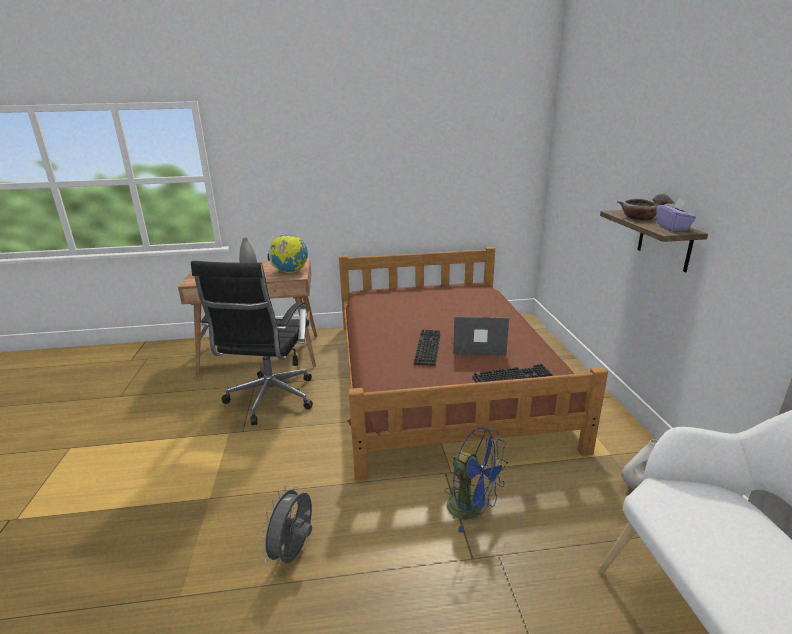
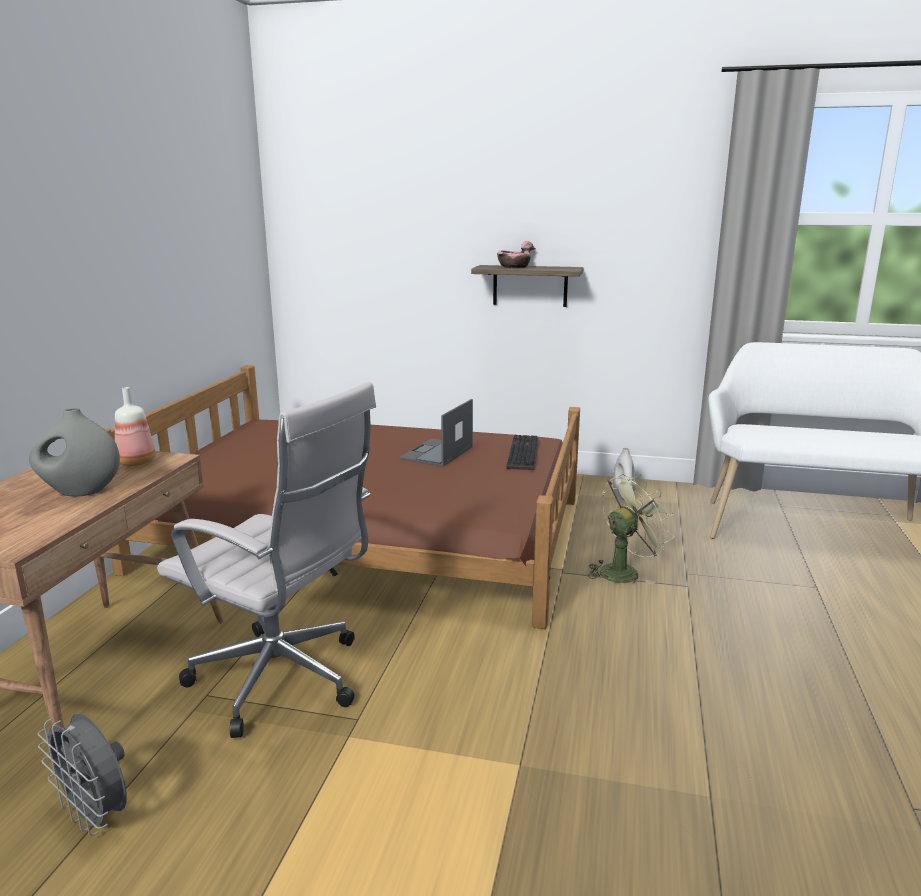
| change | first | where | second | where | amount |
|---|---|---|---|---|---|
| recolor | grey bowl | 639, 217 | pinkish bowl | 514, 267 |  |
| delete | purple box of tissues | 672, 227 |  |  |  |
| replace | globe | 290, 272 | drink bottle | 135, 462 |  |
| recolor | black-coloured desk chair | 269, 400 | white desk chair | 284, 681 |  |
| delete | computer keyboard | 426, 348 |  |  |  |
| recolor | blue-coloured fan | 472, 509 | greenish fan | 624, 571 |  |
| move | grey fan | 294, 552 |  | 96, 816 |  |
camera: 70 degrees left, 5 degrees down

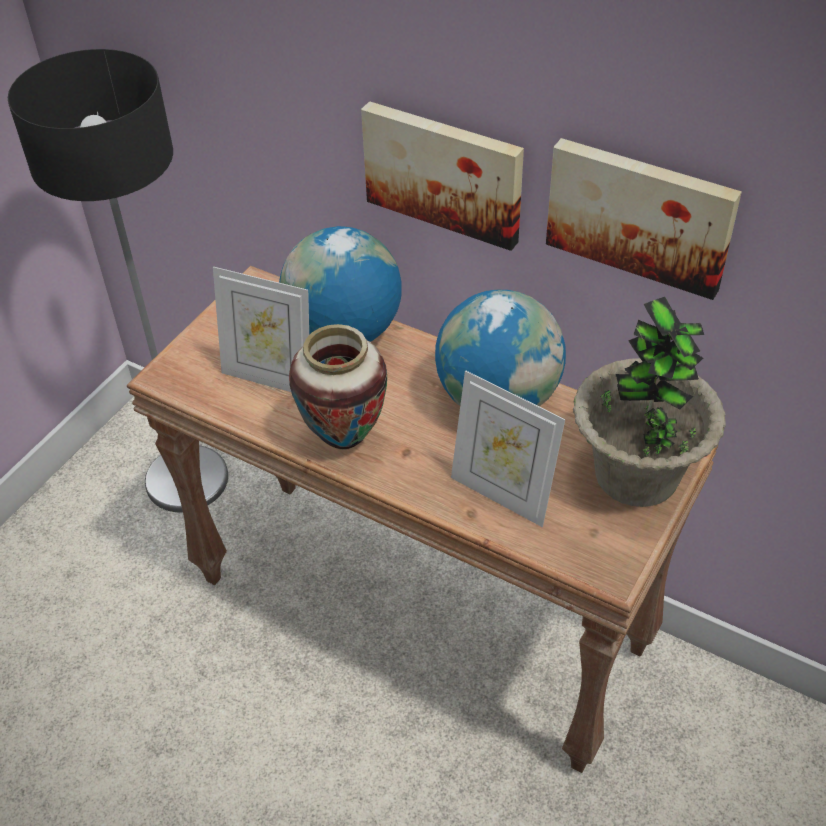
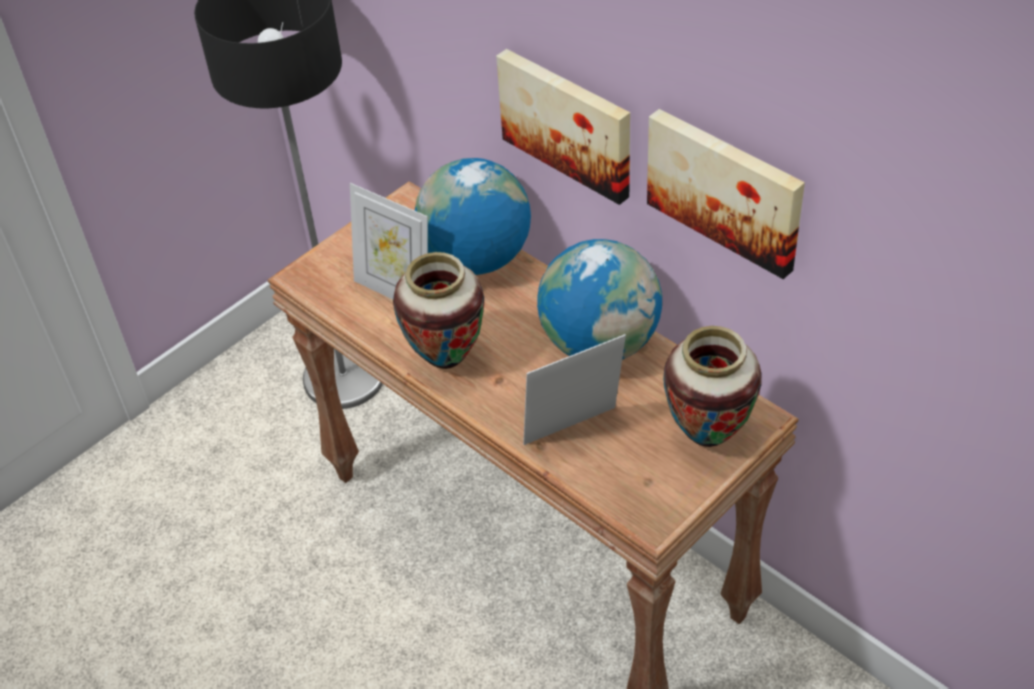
| change | first | where | second | where | amount |
|---|---|---|---|---|---|
| replace | houseplant | 636, 475 | vase | 707, 435 |  |
| rotate | photo frame | 502, 494 |  | 574, 433 | 105 degrees clockwise |
camera: 15 degrees right, 0 degrees up

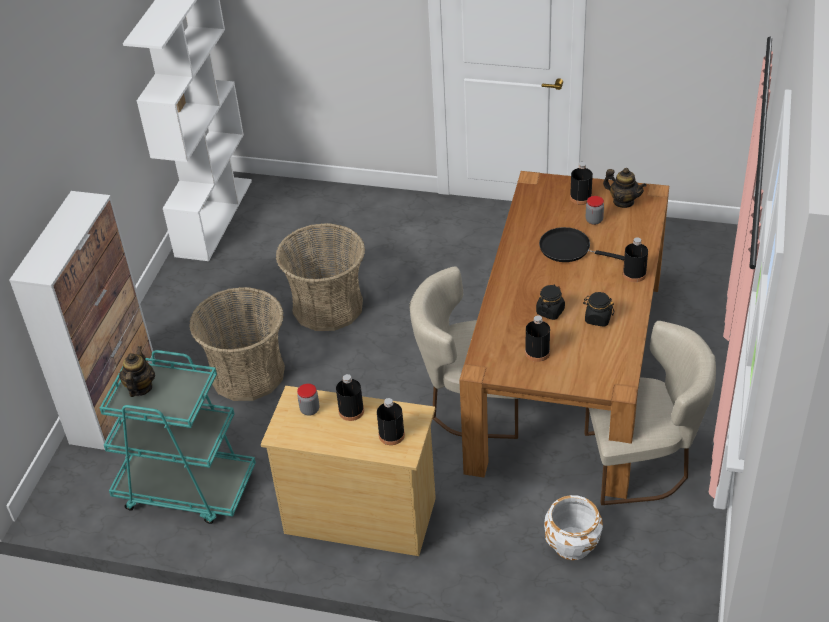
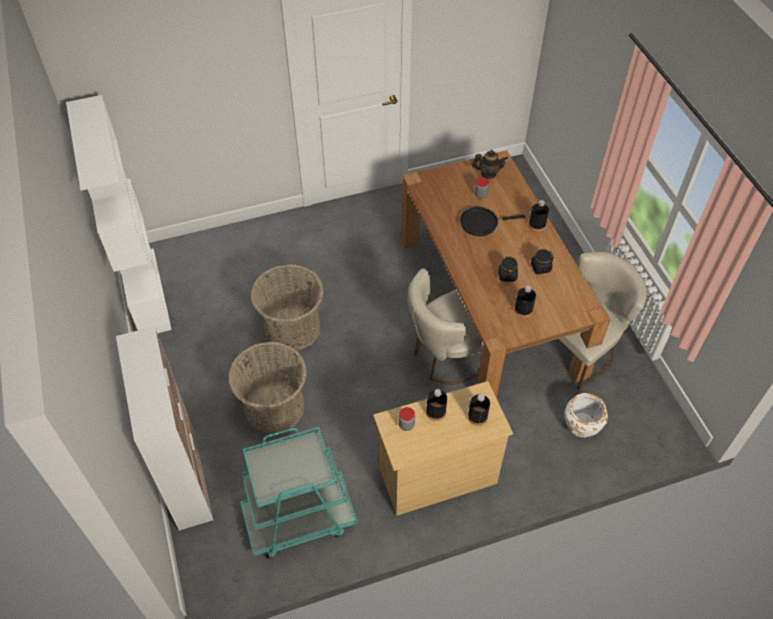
| change | first | where | second | where | amount |
|---|---|---|---|---|---|
| delete | black-coloured drink bottle | 580, 197 |  |  |  |
| delete | tea pot | 140, 388 |  |  |  |
camera: 35 degrees left, 10 degrees up

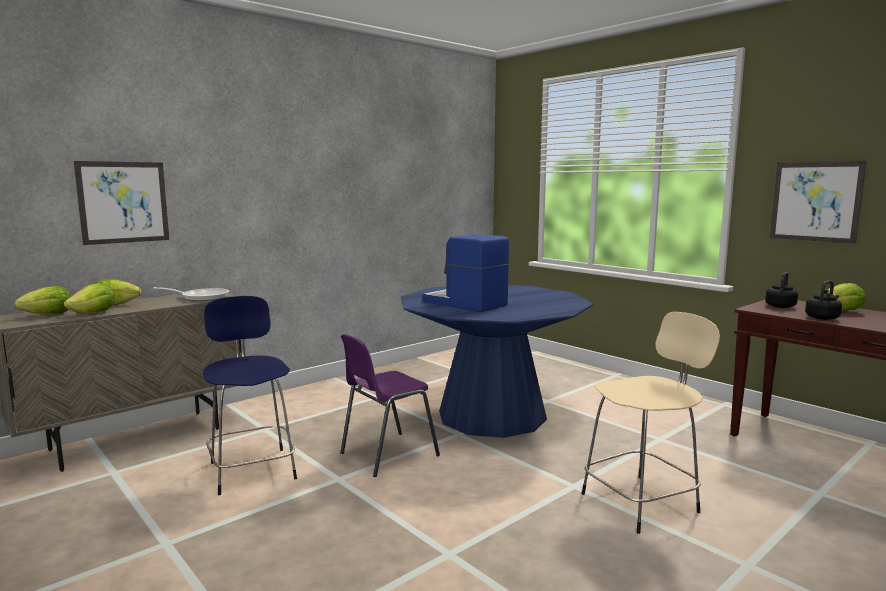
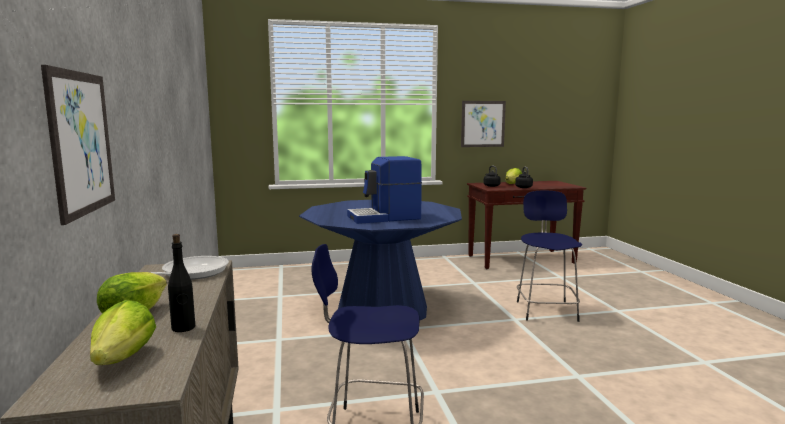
| change | first | where | second | where | amount |
|---|---|---|---|---|---|
| replace | lettuce head | 94, 314 | black-coloured drink bottle | 183, 328 |  |
| recolor | sand-coloured stool seat | 642, 502 | blue-coloured stool seat | 546, 310 |  |
| delete | purple upright chair | 386, 455 |  |  |  |
camera: 60 degrees left, 0 degrees up

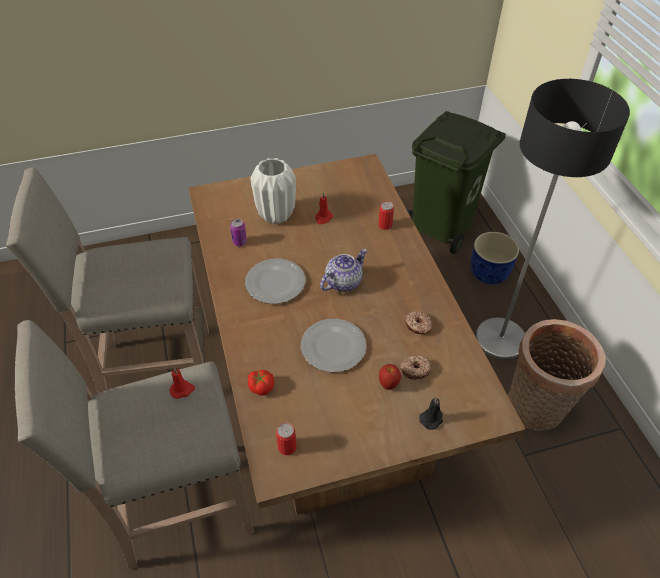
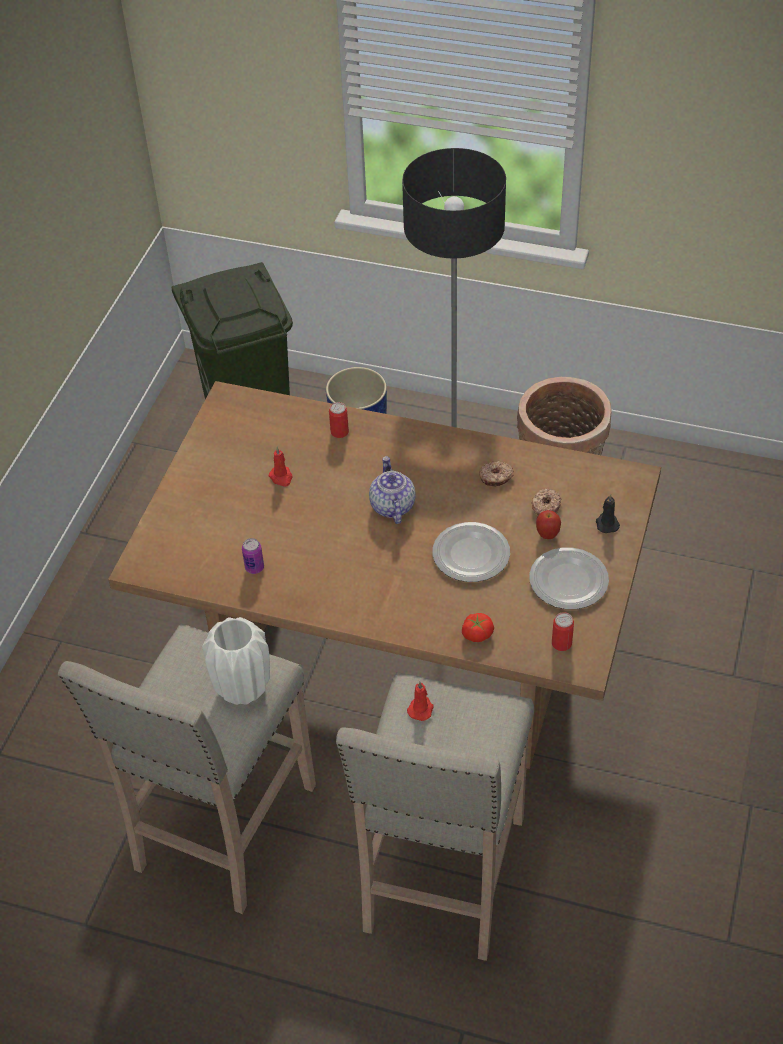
| change | first | where | second | where | amount |
|---|---|---|---|---|---|
| move | white vase | 275, 215 |  | 242, 689 |  |
| move | dinner plate | 275, 283 |  | 569, 581 |  |
camera: 55 degrees left, 0 degrees up

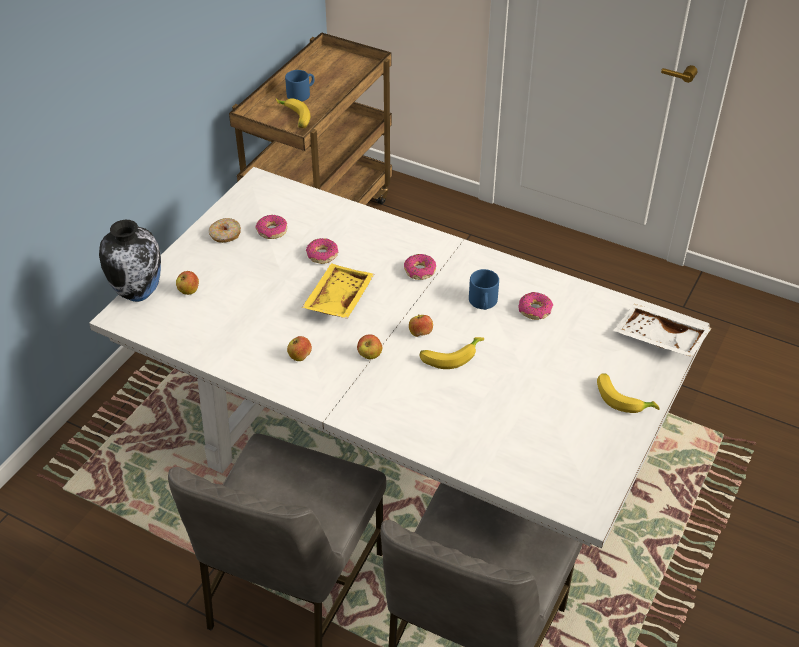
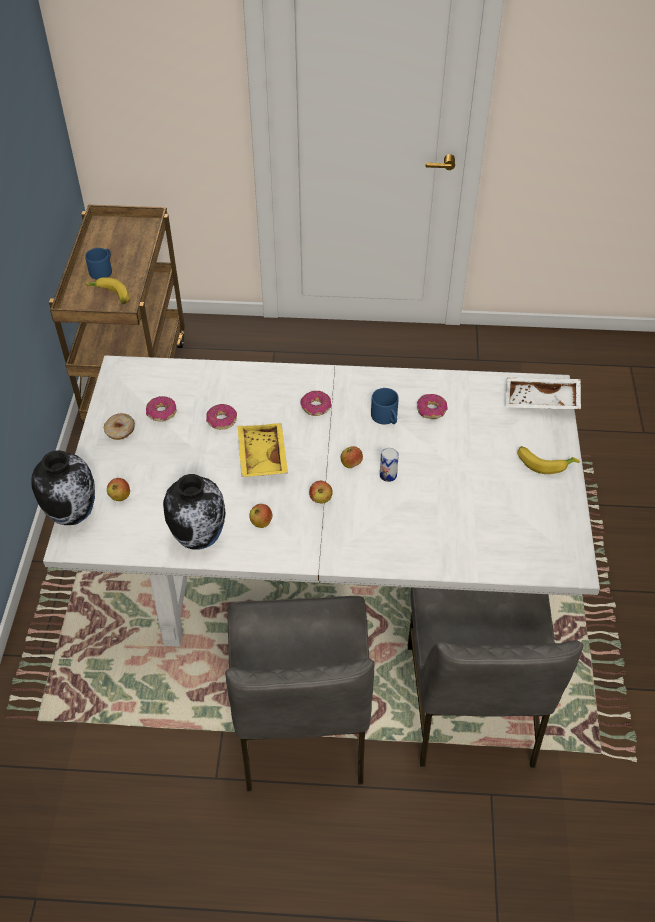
| change | first | where | second | where | amount |
|---|---|---|---|---|---|
| replace | banana fruit | 450, 356 | can | 388, 475 |  |
| insert |  |  | vase | 200, 539 |  |
camera: 25 degrees left, 5 degrees up

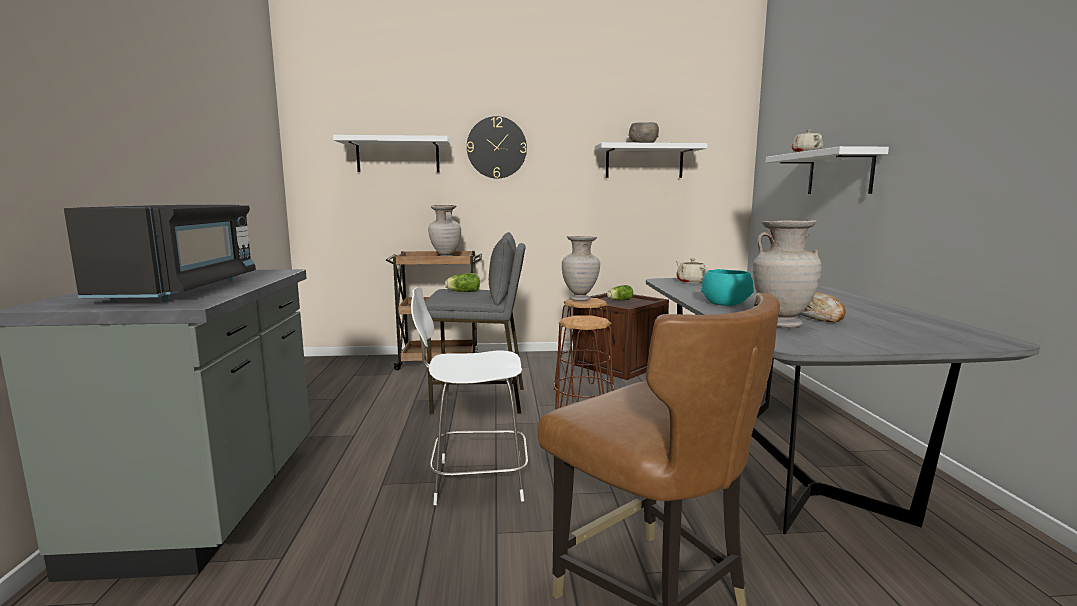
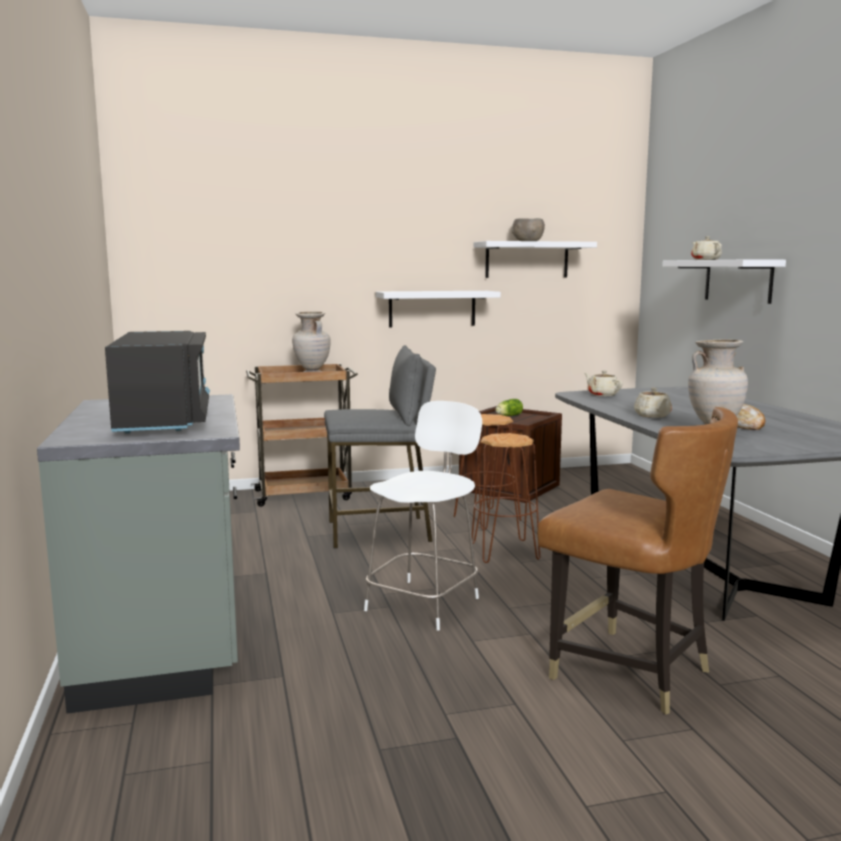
| change | first | where | second | where | amount |
|---|---|---|---|---|---|
| delete | clock on the wall | 496, 147 |  |  |  |
| move | white wall shelf | 398, 155 |  | 432, 308 |  |
| delete | sand-coloured vase | 580, 299 |  |  |  |
| replace | blue-green bowl | 725, 303 | sand-coloured tea pot | 652, 416 |  |
| delete | lettuce head | 462, 292 |  |  |  |
| rotate | white upright chair | 475, 480 |  | 424, 602 | 135 degrees clockwise |
camera: 10 degrees left, 0 degrees up

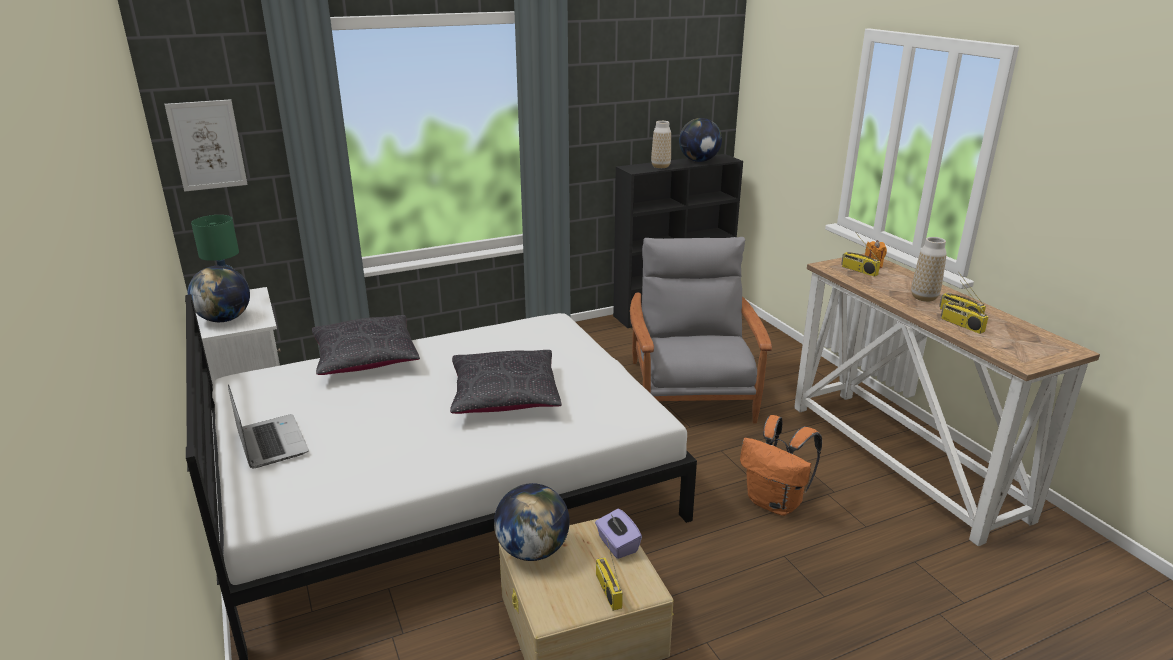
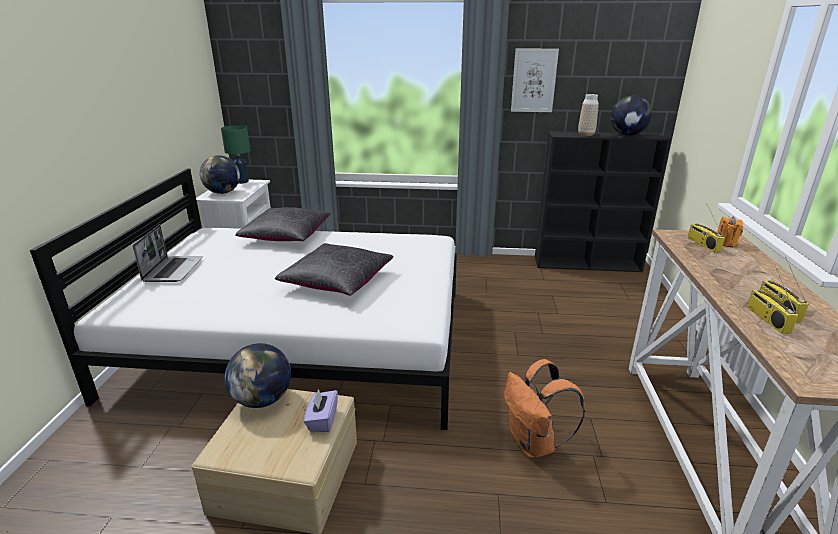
| change | first | where | second | where | amount |
|---|---|---|---|---|---|
| move | wall art | 207, 145 |  | 534, 80 |  |
| delete | grey armchair | 691, 392 |  |  |  |
| delete | vase | 924, 298 |  |  |  |
| delete | radio | 607, 590 |  |  |  |
camera: 30 degrees right, 0 degrees up

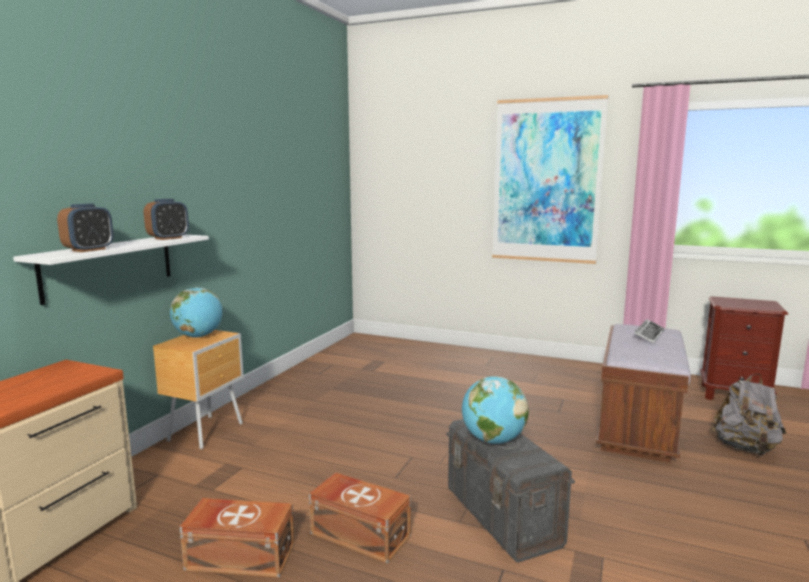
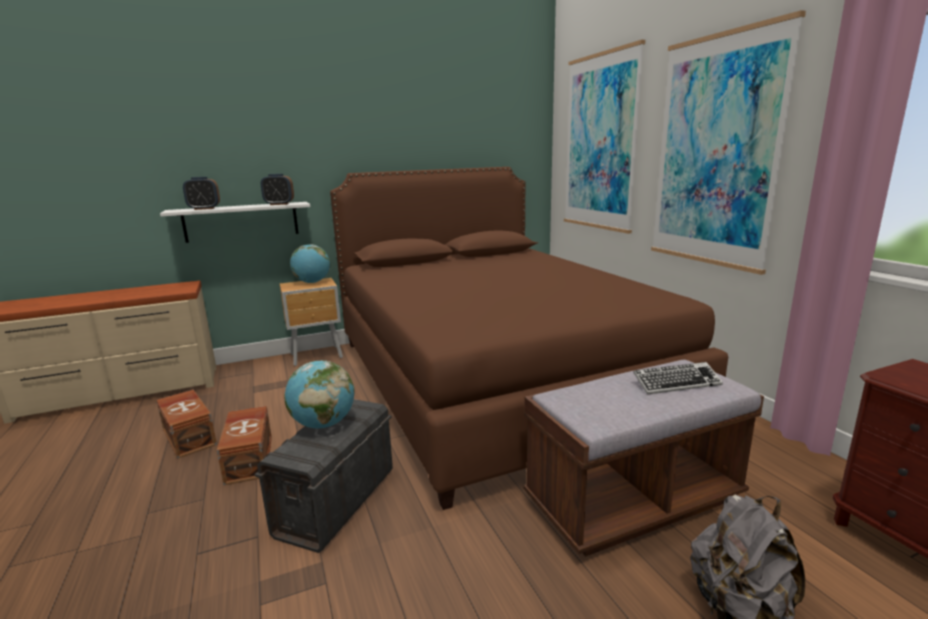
| change | first | where | second | where | amount |
|---|---|---|---|---|---|
| insert |  |  | wall art | 600, 143 |  |
| insert |  |  | brown sleeping bed | 493, 378 |  |
camera: 45 degrees right, 5 degrees up

